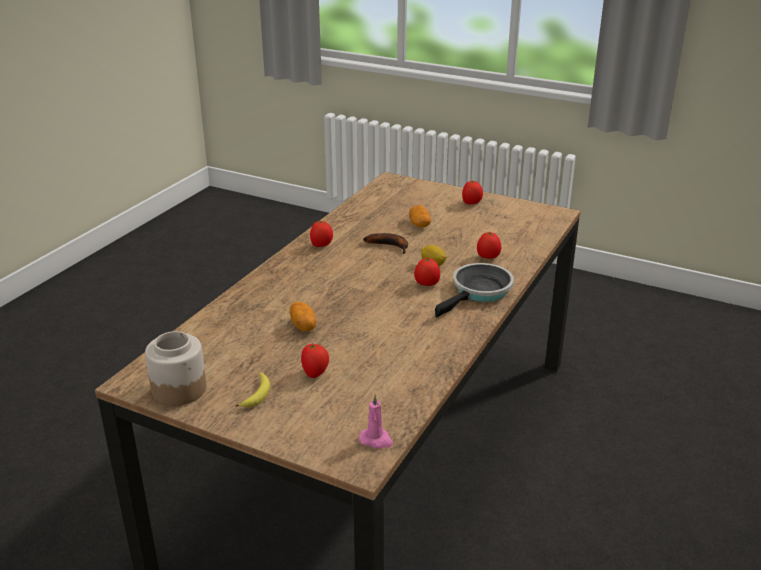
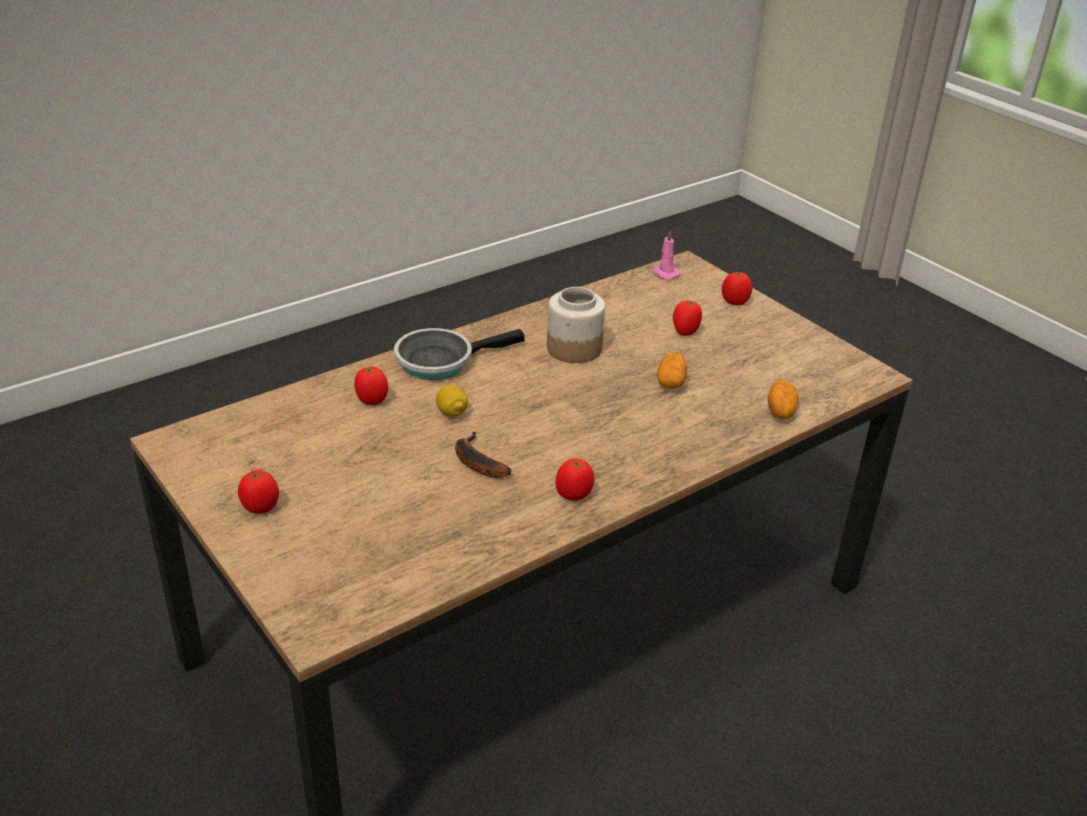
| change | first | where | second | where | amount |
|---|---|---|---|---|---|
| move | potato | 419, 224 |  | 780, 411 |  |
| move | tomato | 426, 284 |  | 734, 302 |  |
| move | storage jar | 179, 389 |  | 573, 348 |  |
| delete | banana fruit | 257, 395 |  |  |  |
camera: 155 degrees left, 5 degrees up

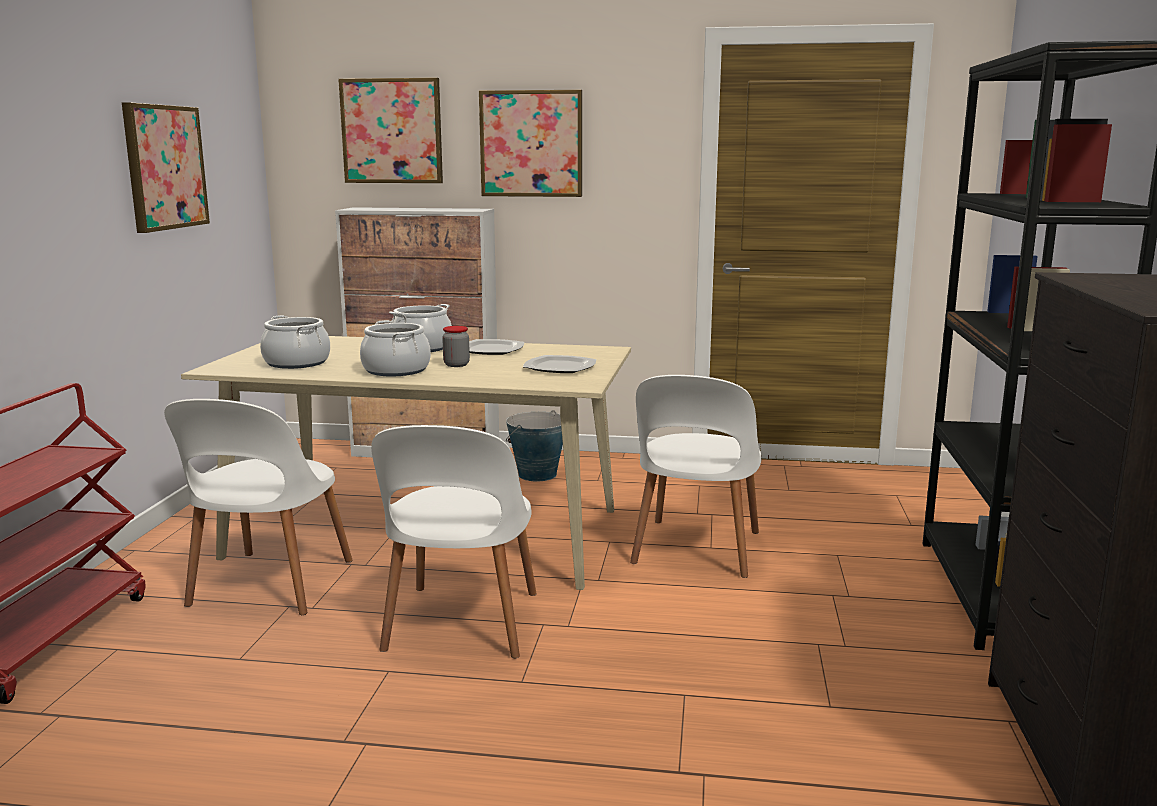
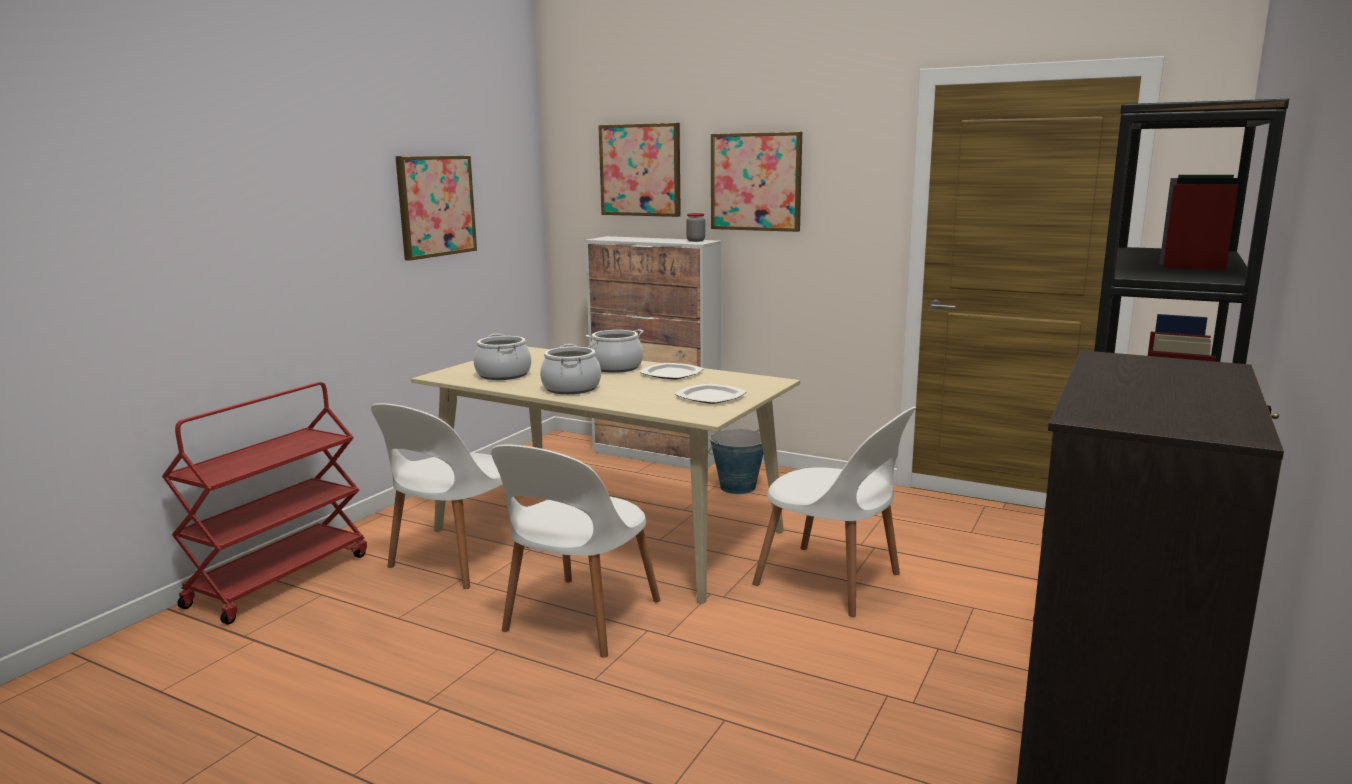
| change | first | where | second | where | amount |
|---|---|---|---|---|---|
| move | storage jar | 456, 365 |  | 695, 241 |  |
| rotate | white upright chair | 695, 550 |  | 833, 581 | 90 degrees counterclockwise |
camera: 20 degrees right, 0 degrees up

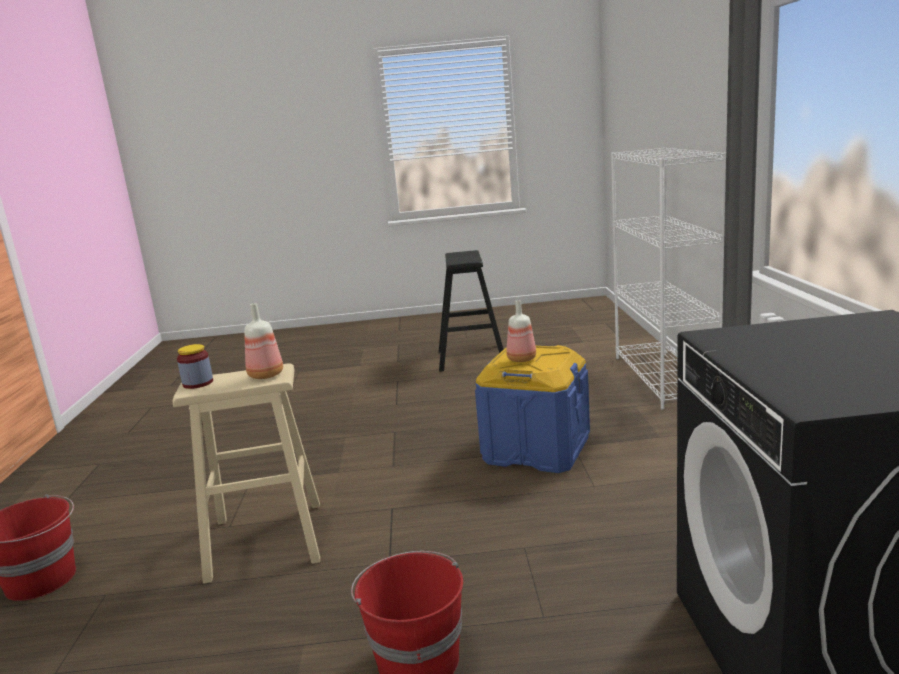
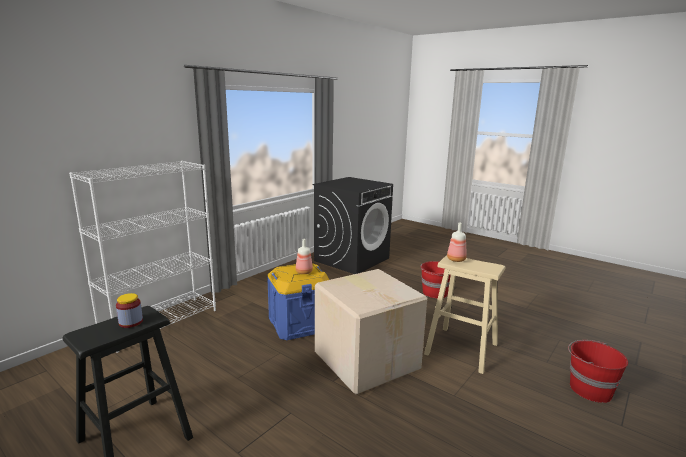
| change | first | where | second | where | amount |
|---|---|---|---|---|---|
| move | storage jar | 198, 383 |  | 131, 322 |  |
| insert |  |  | cardboard box | 367, 359 |  |
camera: 140 degrees left, 0 degrees up

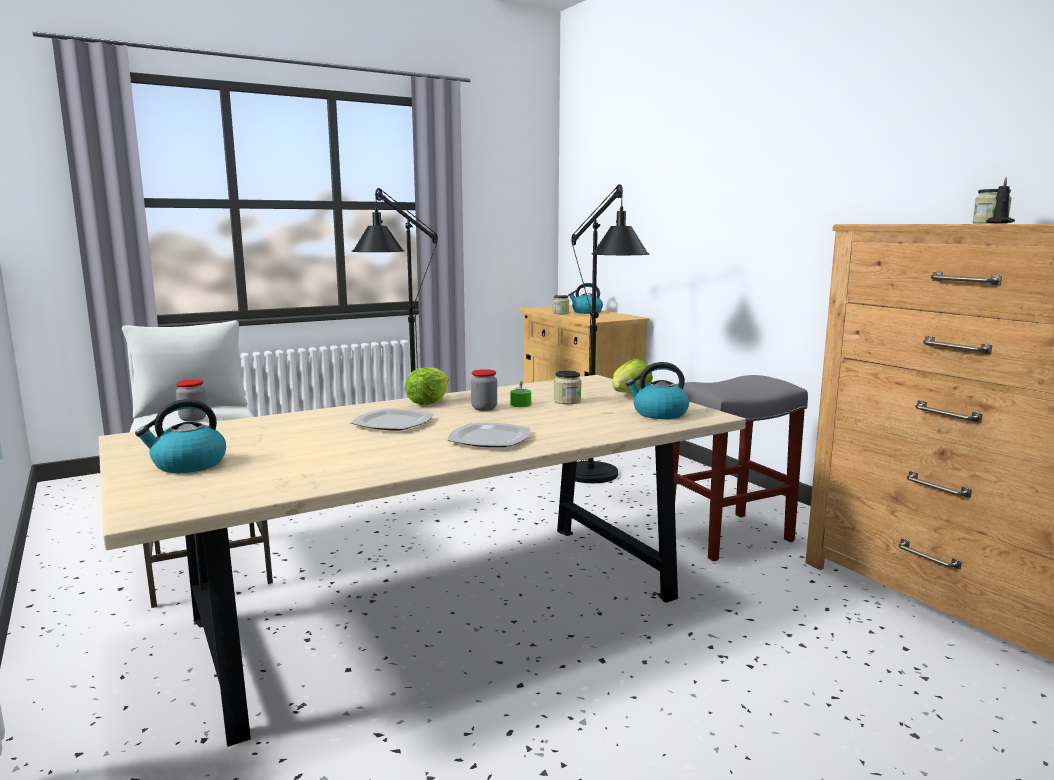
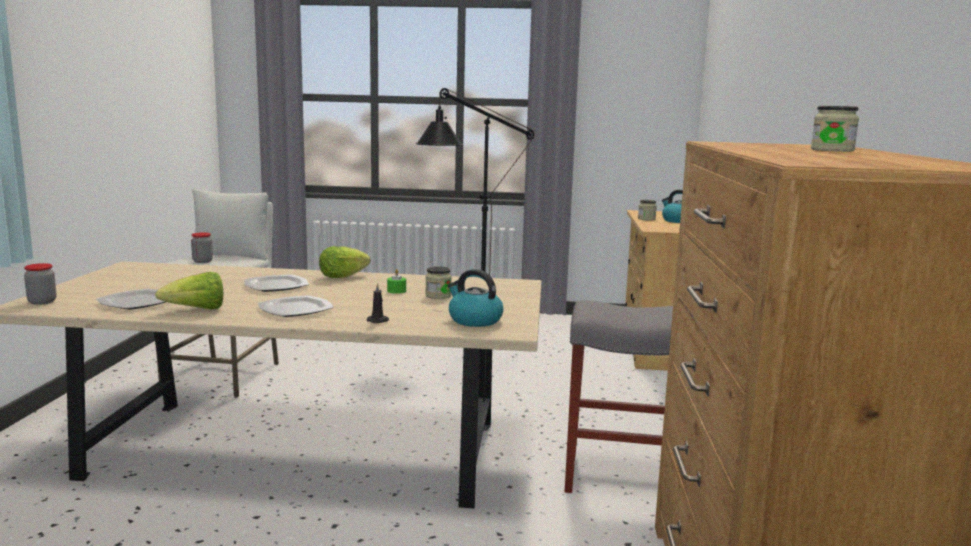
| change | first | where | second | where | amount |
|---|---|---|---|---|---|
| move | black-coloured wax light | 998, 223 |  | 378, 321 |  |
| delete | black-coloured standing lamp | 596, 479 |  |  |  |
| move | lettuce head | 629, 395 |  | 197, 310 |  |
| move | storage jar | 484, 408 |  | 42, 302 |  |
| delete | water kettle | 188, 464 |  |  |  |
| insert |  |  | dinner plate | 138, 302 |  |
camera: 35 degrees right, 0 degrees up

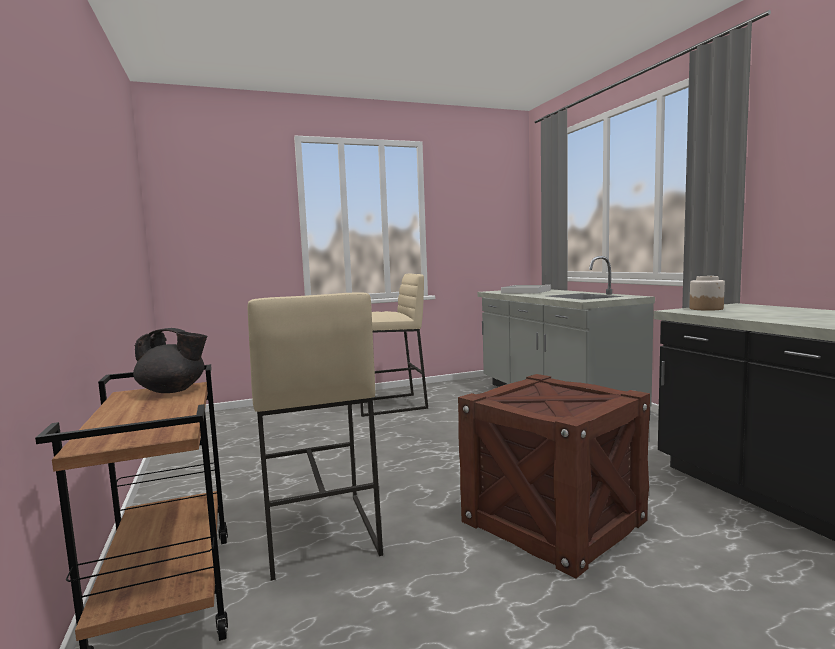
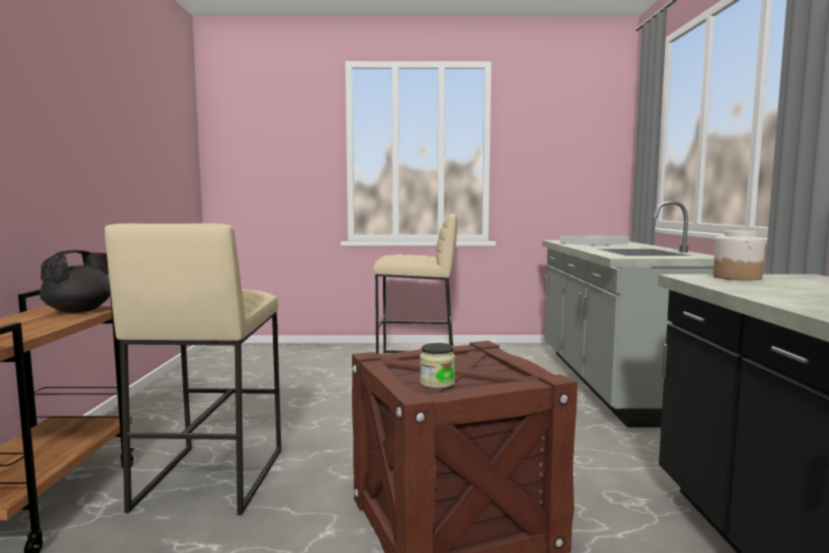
| change | first | where | second | where | amount |
|---|---|---|---|---|---|
| rotate | black-coloured tea pot | 173, 391 |  | 80, 311 | 90 degrees counterclockwise |
| insert |  |  | storage jar | 437, 383 |  |
camera: 20 degrees right, 0 degrees up

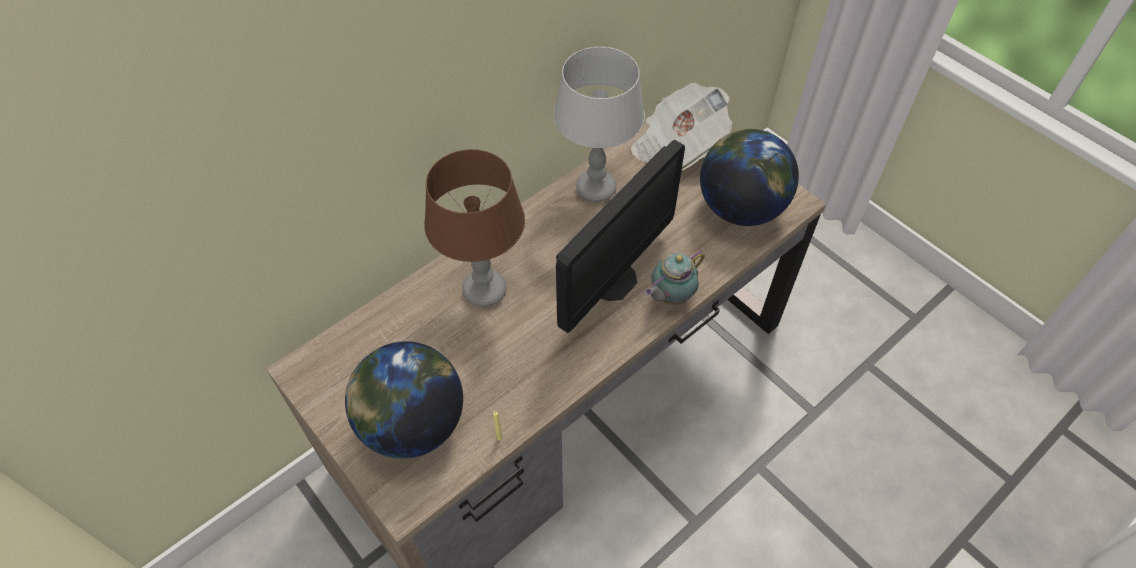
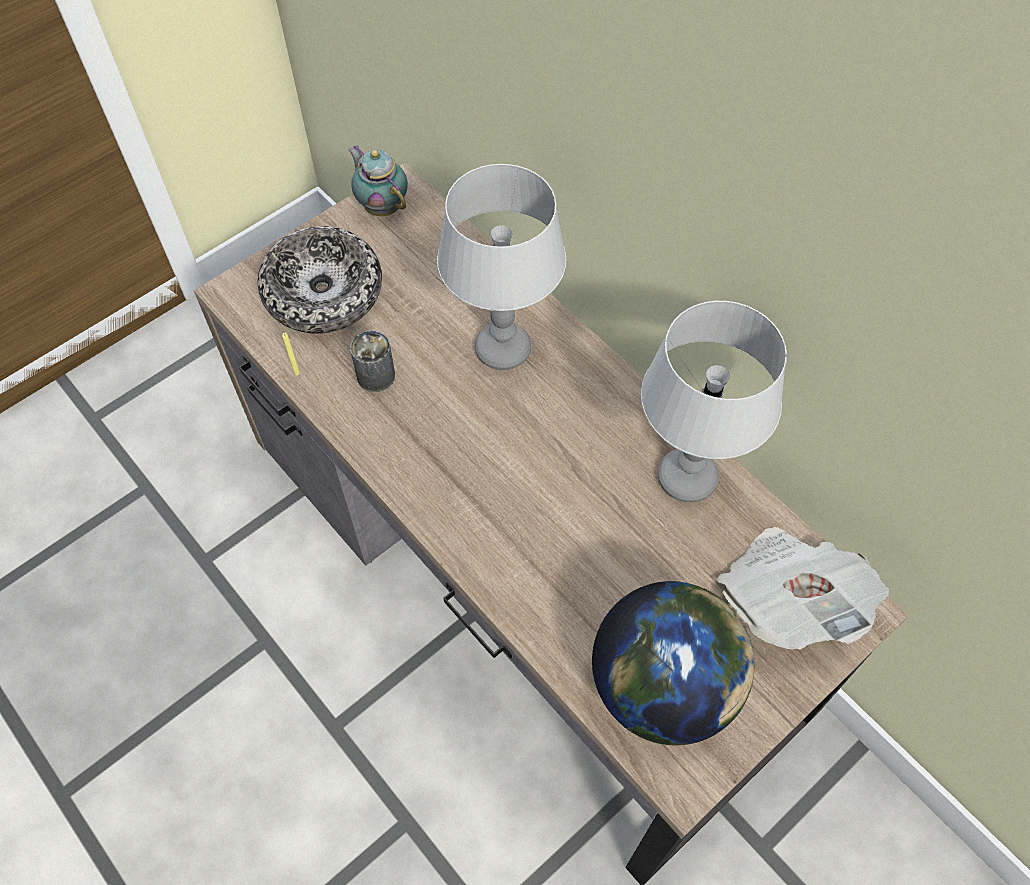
| change | first | where | second | where | amount |
|---|---|---|---|---|---|
| delete | computer display | 612, 280 |  |  |  |
| recolor | brown lamp for a table | 484, 291 | grey lamp for a table | 502, 349 |  |
| move | tea pot | 670, 297 |  | 382, 206 |  |
| replace | globe | 412, 424 | bowl | 323, 292 |  |
| insert |  |  | can | 376, 376 |  |
camera: 90 degrees right, 5 degrees up

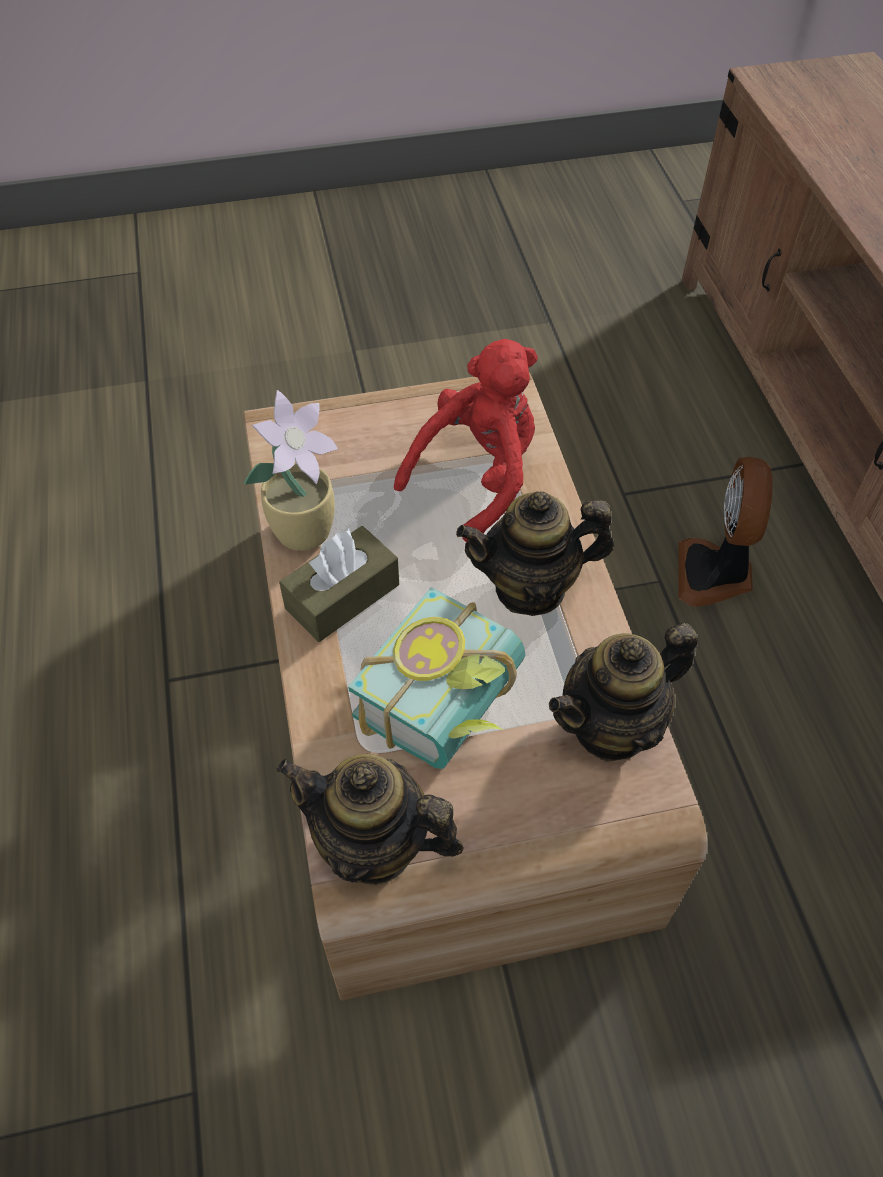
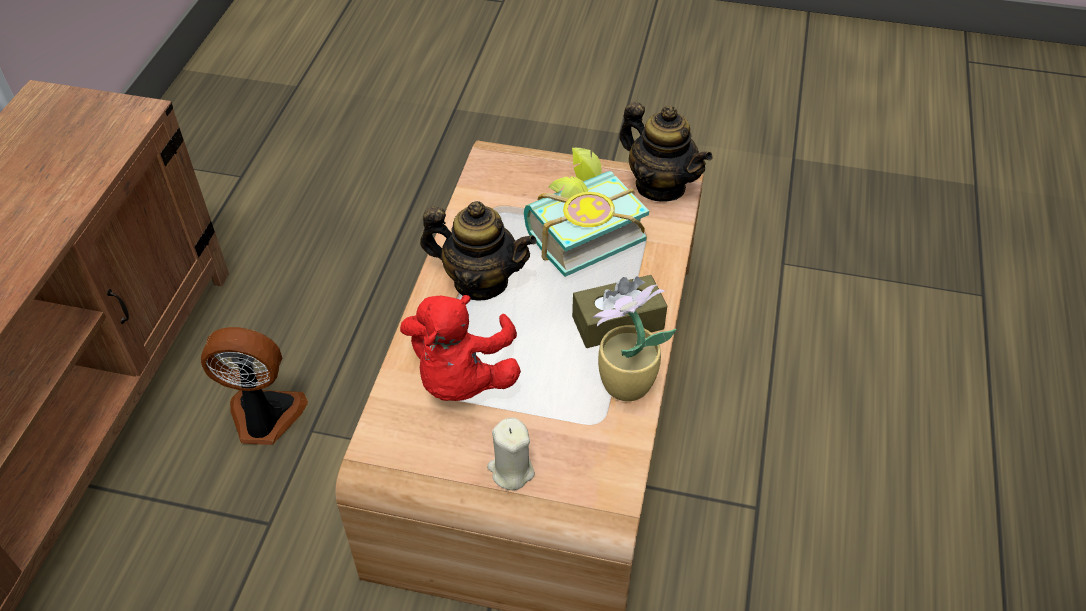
| change | first | where | second | where | amount |
|---|---|---|---|---|---|
| rotate | red-coloured soft toy | 477, 477 |  | 461, 377 | 60 degrees counterclockwise |
| rotate | fan | 715, 574 |  | 264, 418 | 120 degrees counterclockwise |
| delete | tea pot | 612, 726 |  |  |  |
| insert |  |  | sand-coloured wax light | 511, 471 |  |
camera: 155 degrees left, 5 degrees down

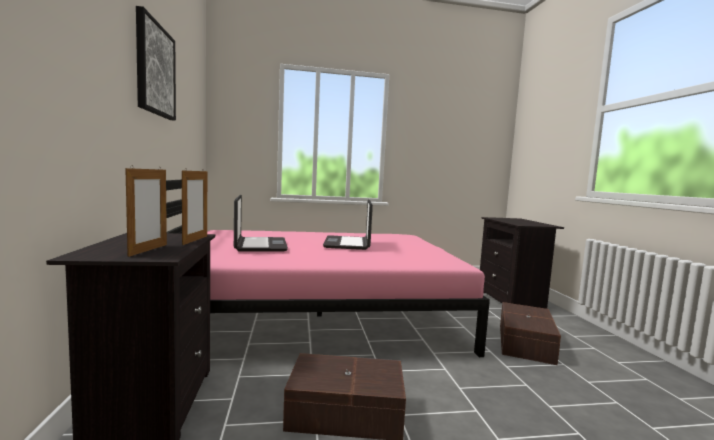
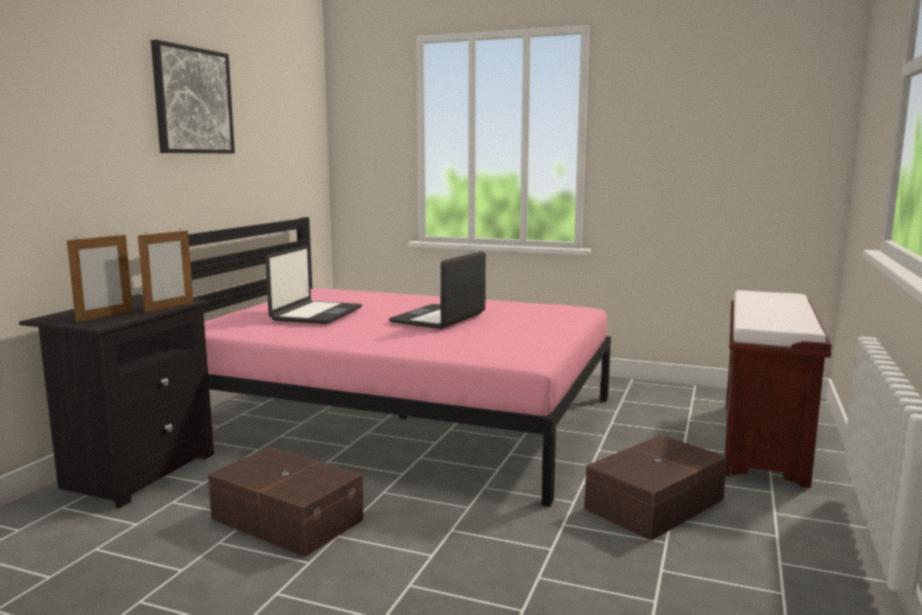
| change | first | where | second | where | amount |
|---|---|---|---|---|---|
| replace | black-coloured nightstand | 512, 300 | brown indoor bench | 763, 442 |  |
camera: 30 degrees right, 5 degrees up

